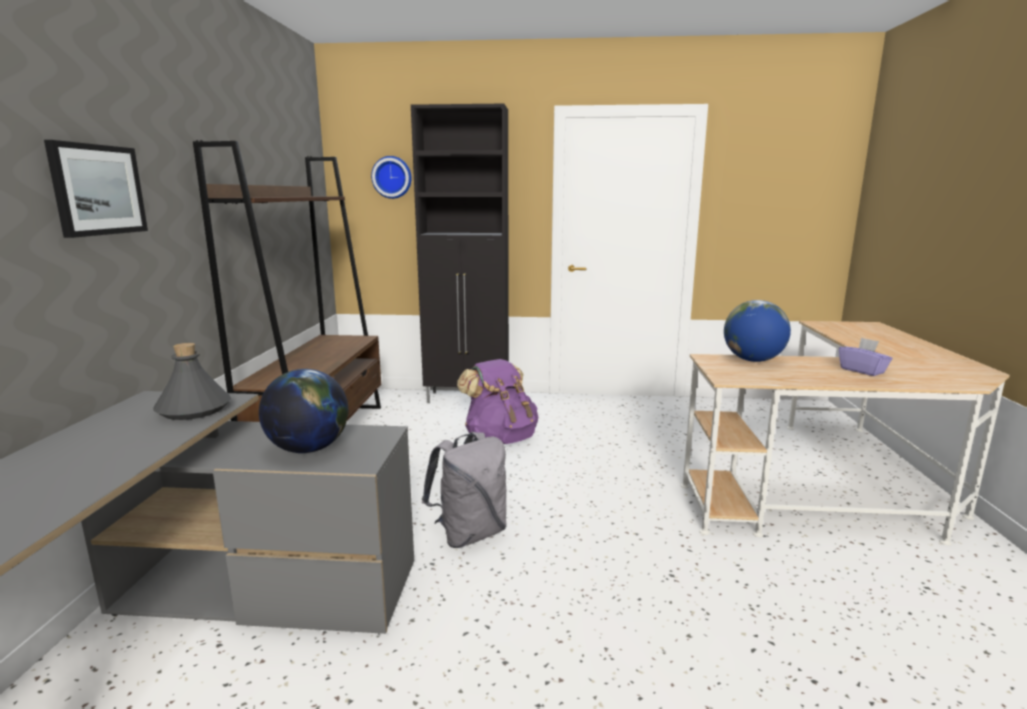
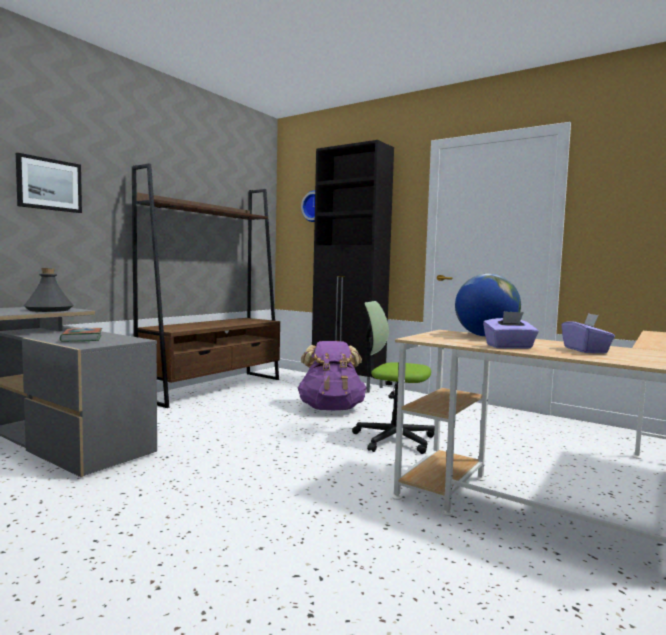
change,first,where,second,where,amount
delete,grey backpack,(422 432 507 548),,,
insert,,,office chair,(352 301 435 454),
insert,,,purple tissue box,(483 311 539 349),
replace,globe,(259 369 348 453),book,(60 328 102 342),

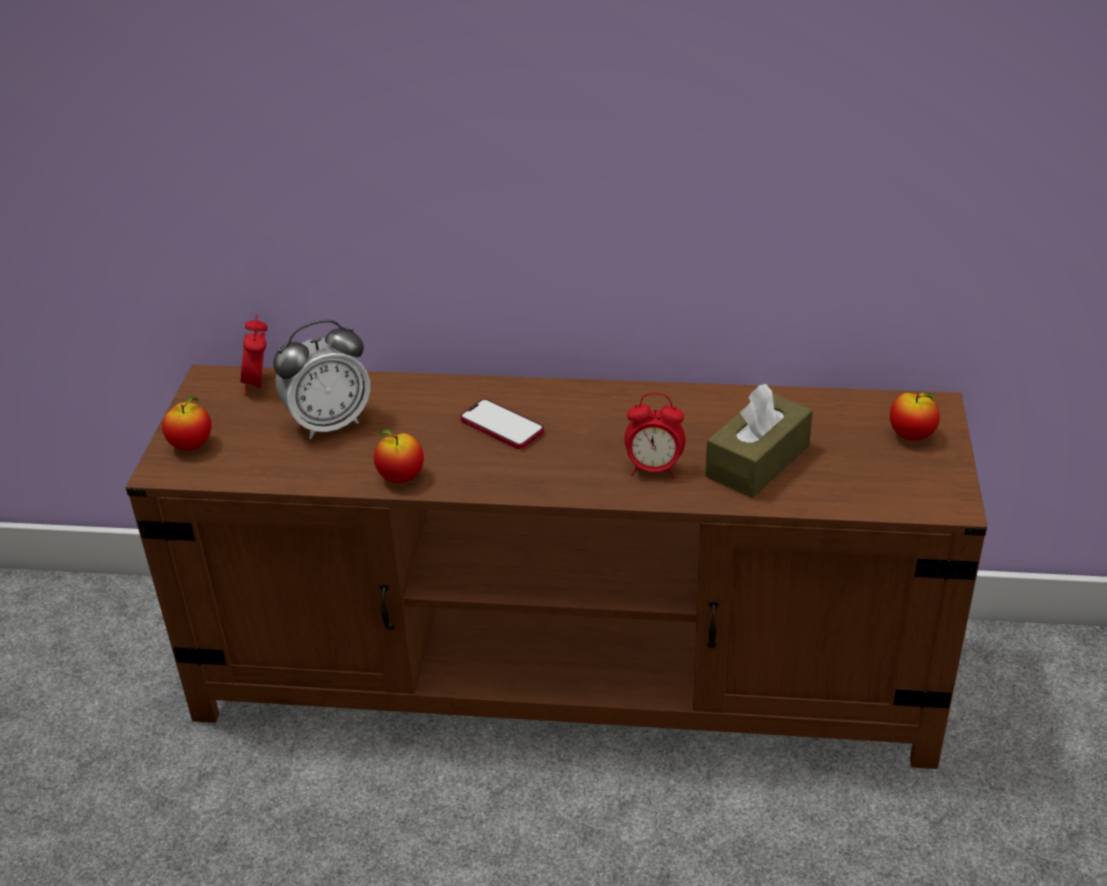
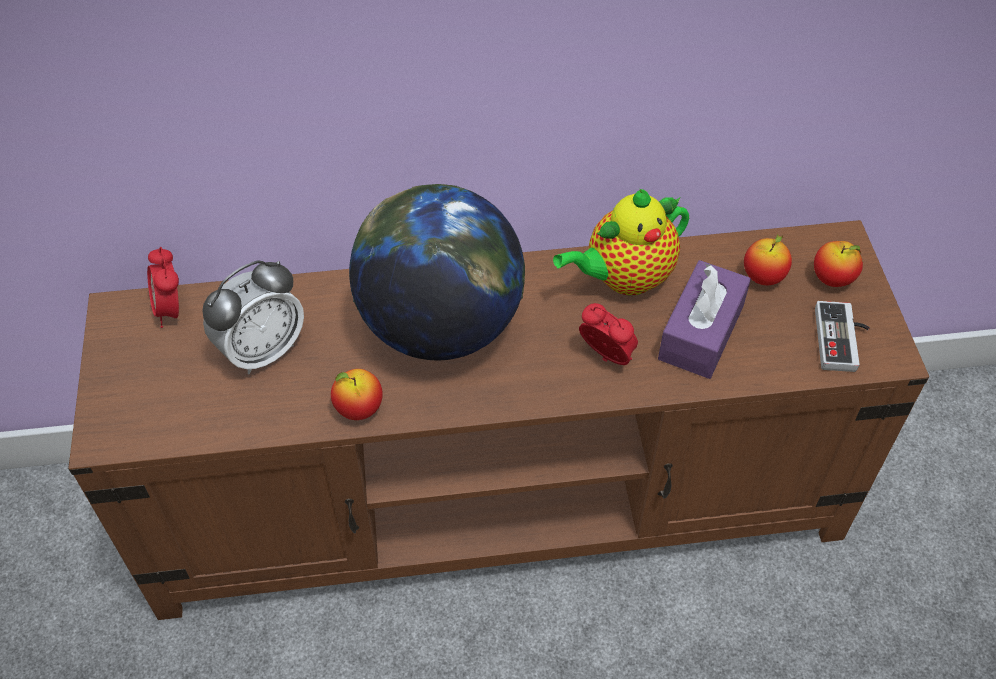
change,first,where,second,where,amount
insert,,,teapot,(553 189 689 295),
insert,,,game controller,(815 301 870 372),
move,apple,(162 396 211 451),,(744 233 792 285),
replace,phone,(460 399 544 449),globe,(349 184 525 361),
recolor,brown tissue box,(705 384 813 498),purple tissue box,(658 260 751 379),
rotate,alarm clock,(625 393 685 479),,(579 303 638 365),135 degrees counterclockwise

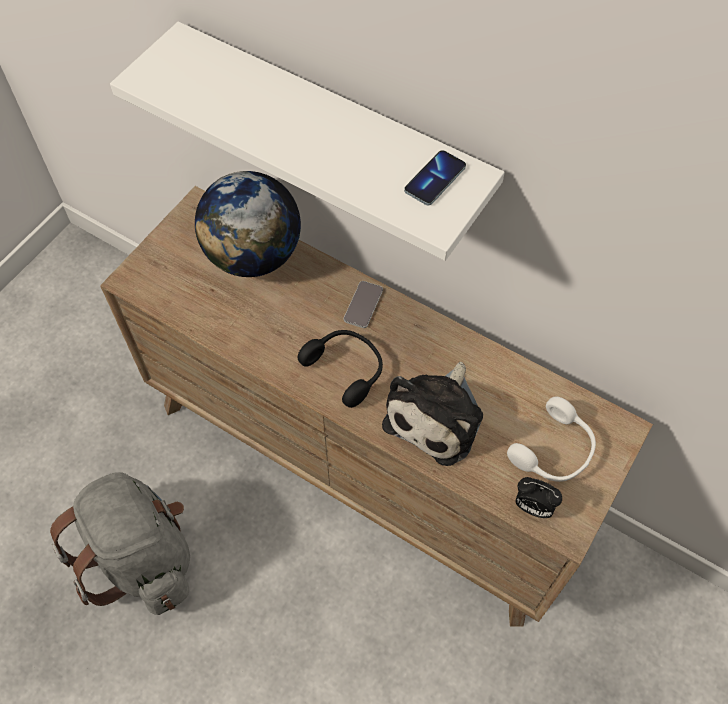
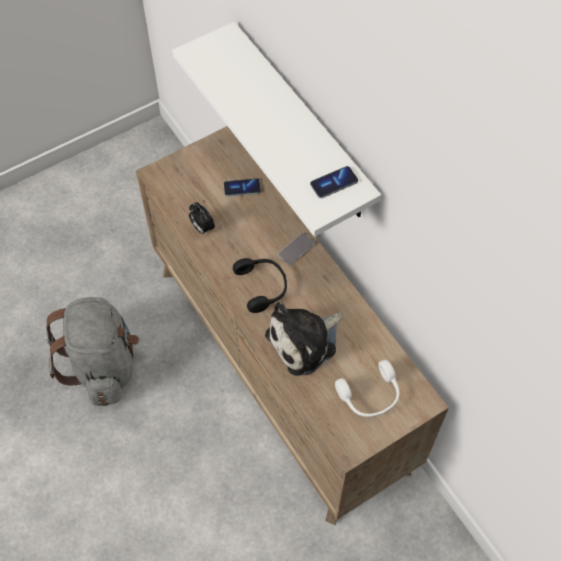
change,first,where,second,where,amount
move,alarm clock,(515 477 562 518),,(189 203 215 234),
replace,globe,(195 171 301 277),phone,(224 178 261 197),

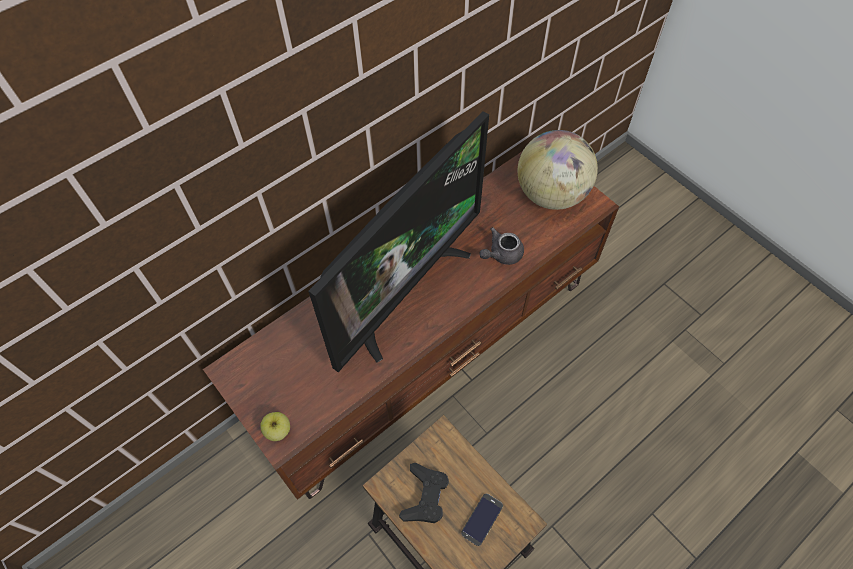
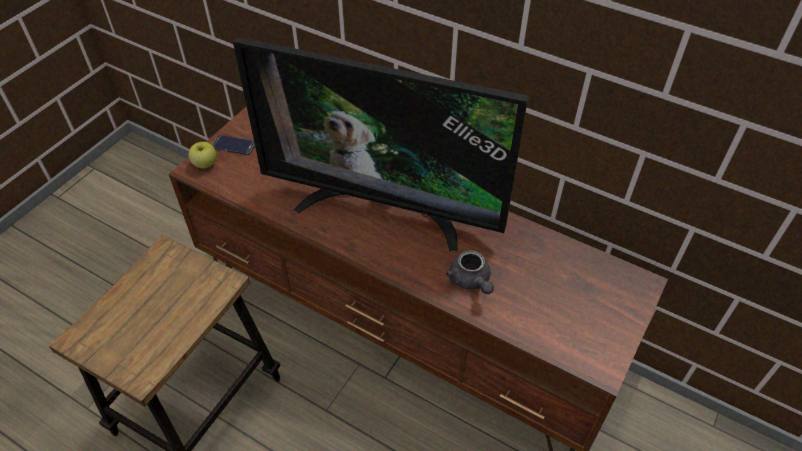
change,first,where,second,where,amount
delete,black game controller,(399 463 449 523),,,
delete,globe,(518 130 598 210),,,
move,phone,(461 494 503 546),,(212 135 255 155),
rotate,grey teapot,(479 227 524 265),,(446 250 494 294),150 degrees counterclockwise

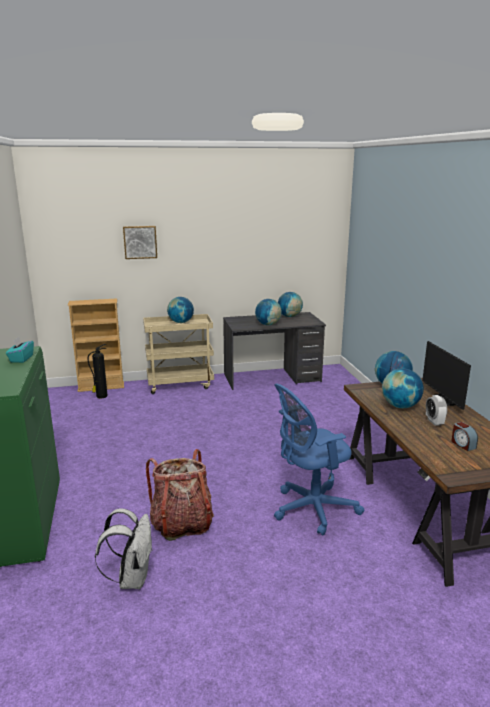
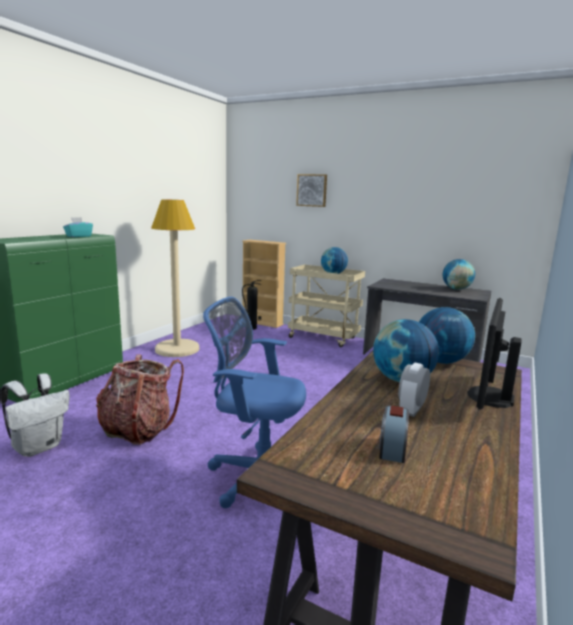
change,first,where,second,where,amount
delete,globe,(255 299 282 325),,,
insert,,,beige floor lamp,(151 199 199 357),

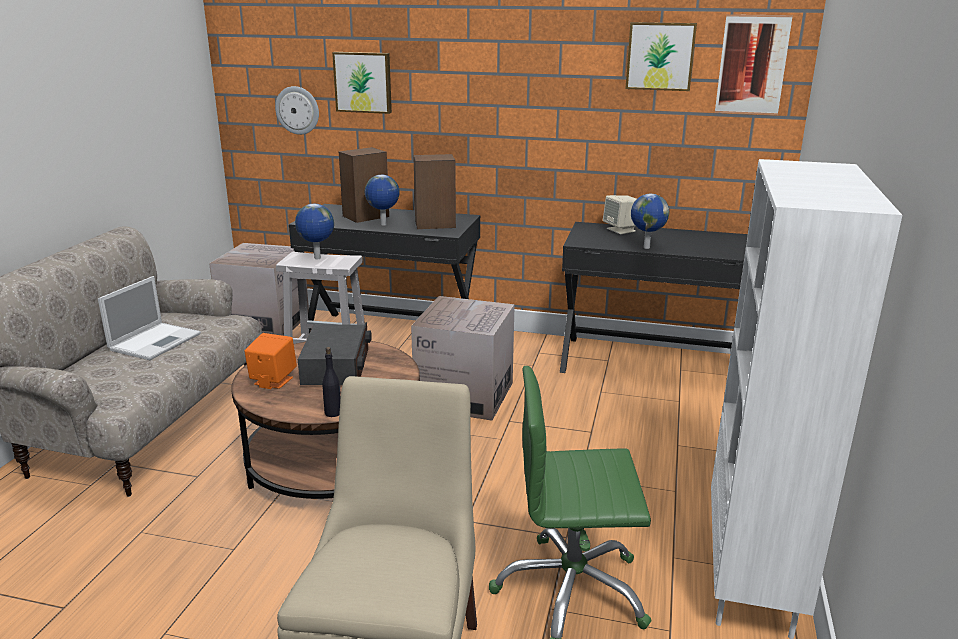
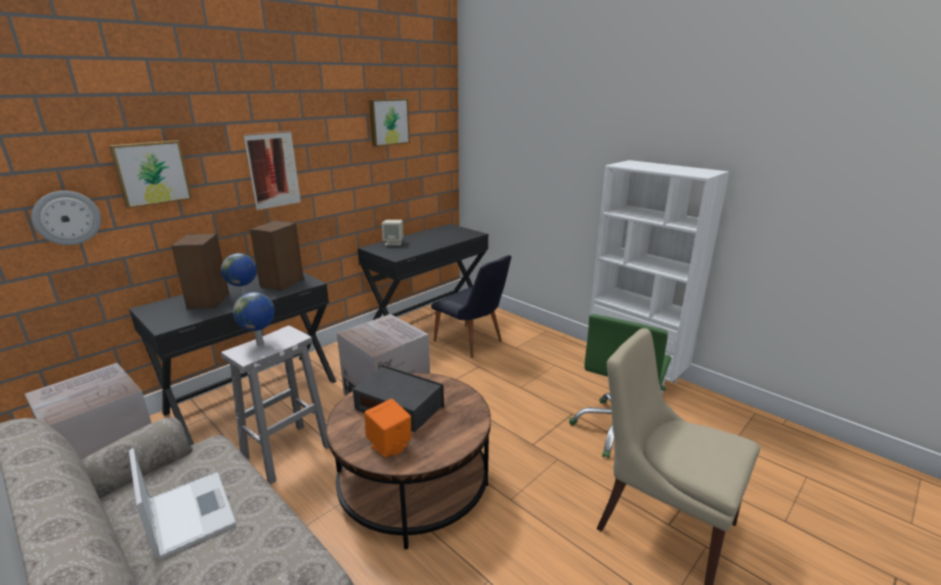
change,first,where,second,where,amount
delete,black bottle,(322 347 341 417),,,
delete,globe,(631 194 669 249),,,
insert,,,black chair,(431 255 511 358),
move,picture,(715 14 793 115),,(243 131 301 211),

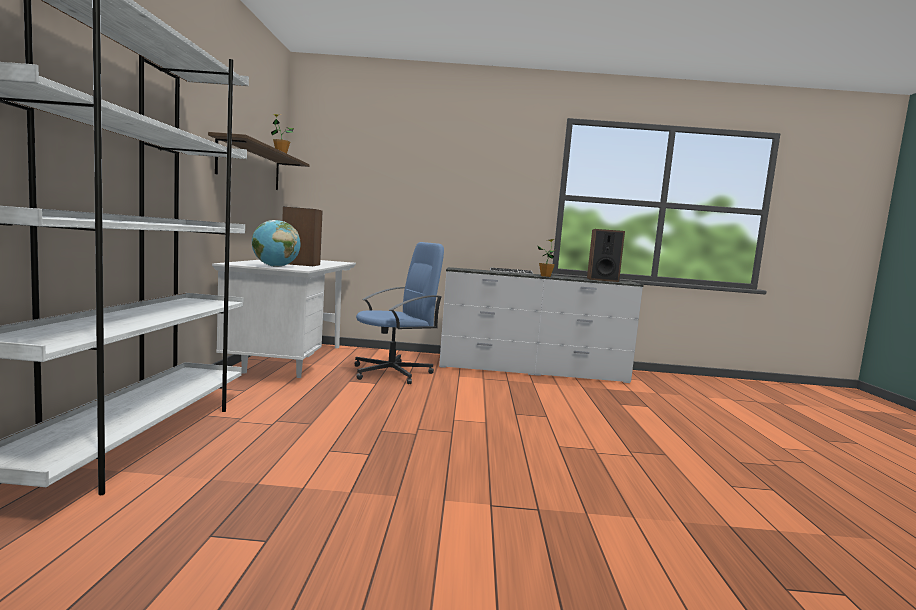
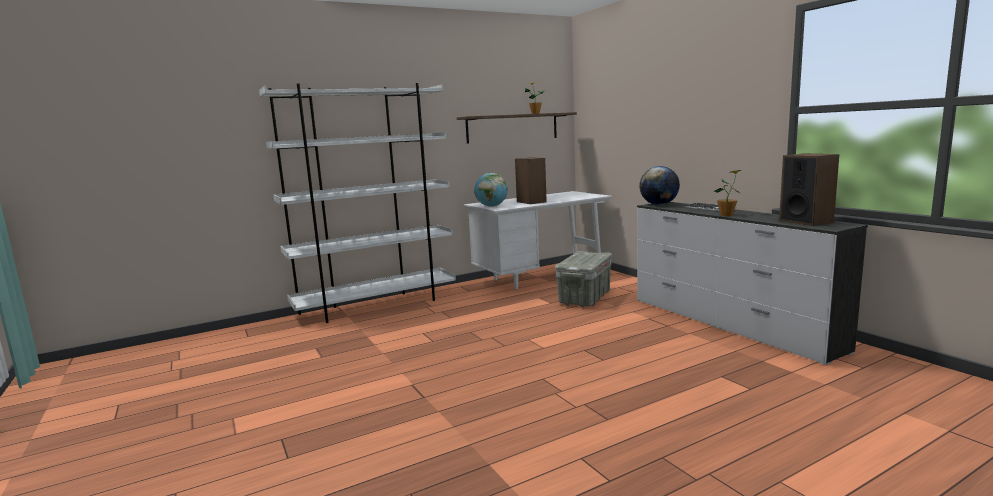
change,first,where,second,where,amount
insert,,,globe,(639 166 680 205),
replace,blue office chair,(354 242 444 384),grey storage box,(555 251 612 307),

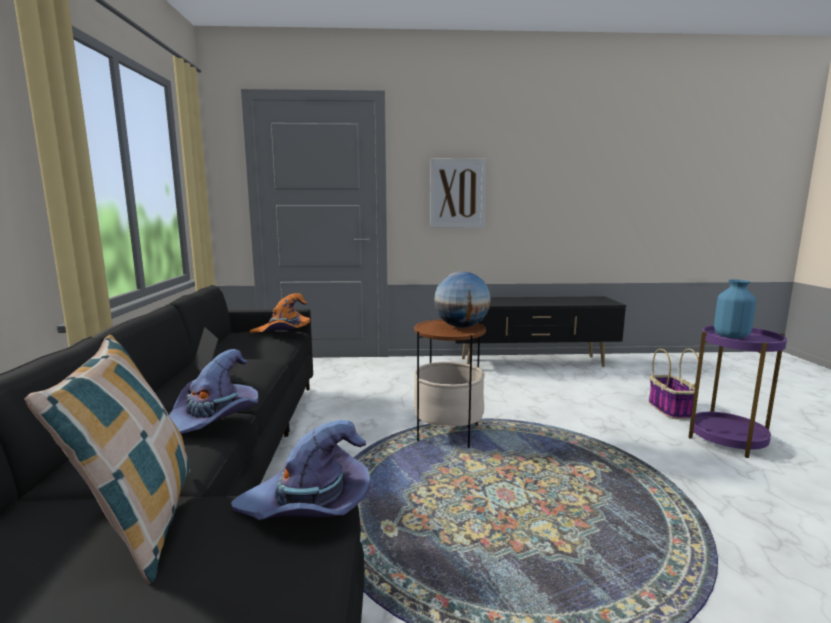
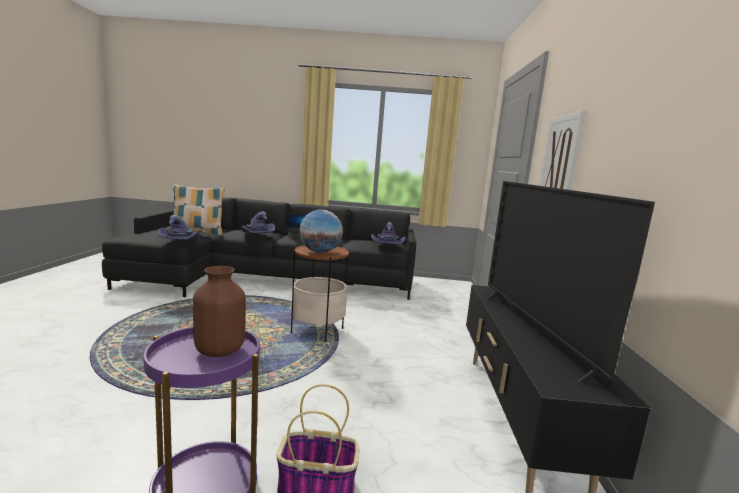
change,first,where,second,where,amount
insert,,,television,(486 181 655 383),
recolor,orange hat,(250 293 310 333),purple hat,(371 222 406 245),
recolor,blue vase,(714 279 756 338),brown vase,(193 266 246 357),

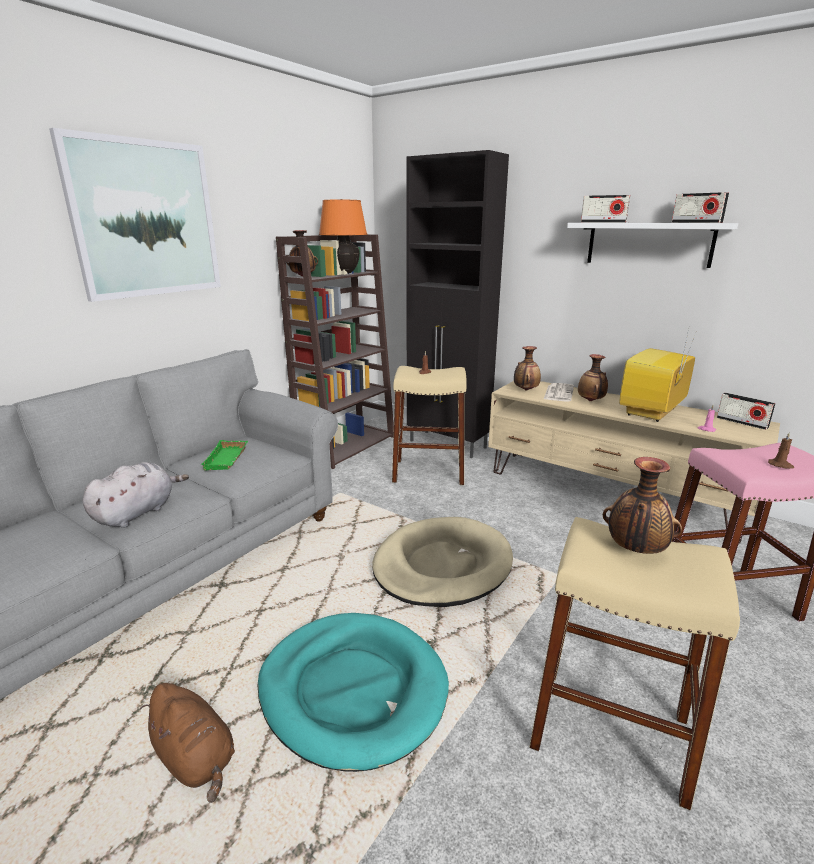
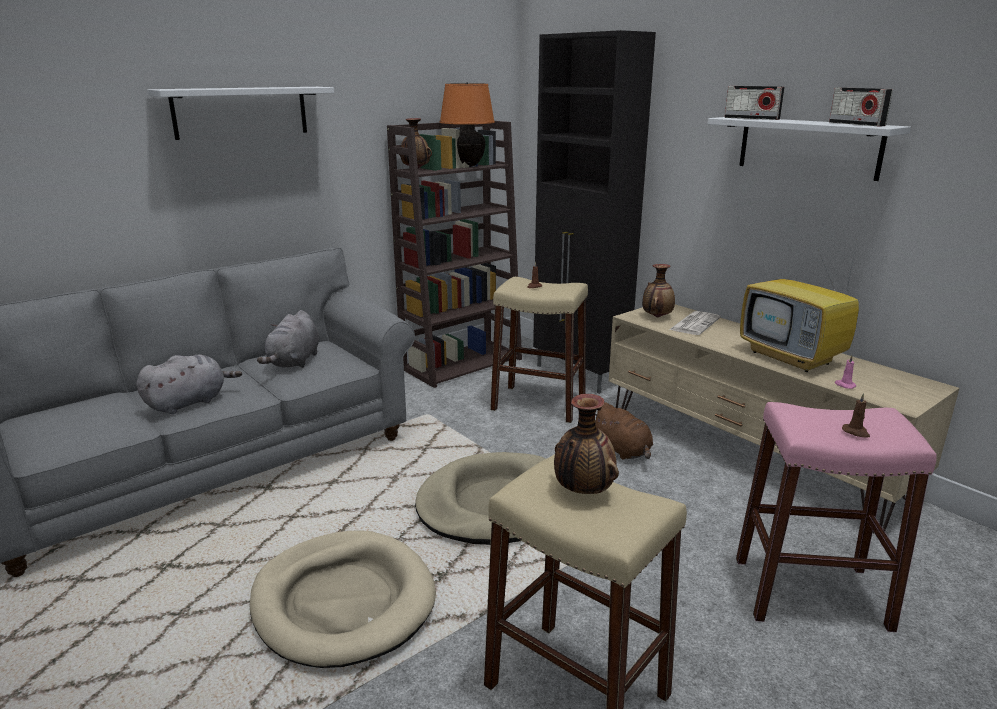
change,first,where,second,where,amount
delete,vase,(578 354 608 401),,,
delete,radio,(717 393 776 430),,,
move,brown plush toy,(140 683 235 803),,(595 402 653 460),
replace,picture,(49 128 221 302),white shelf,(148 87 334 140),
replace,green tray,(200 440 248 471),grey plush toy,(257 310 319 368),
recolor,turquoise dog bed,(258 613 449 772),beige dog bed,(250 530 436 668),
rotate,television,(619 329 696 422),,(740 241 859 372),90 degrees counterclockwise

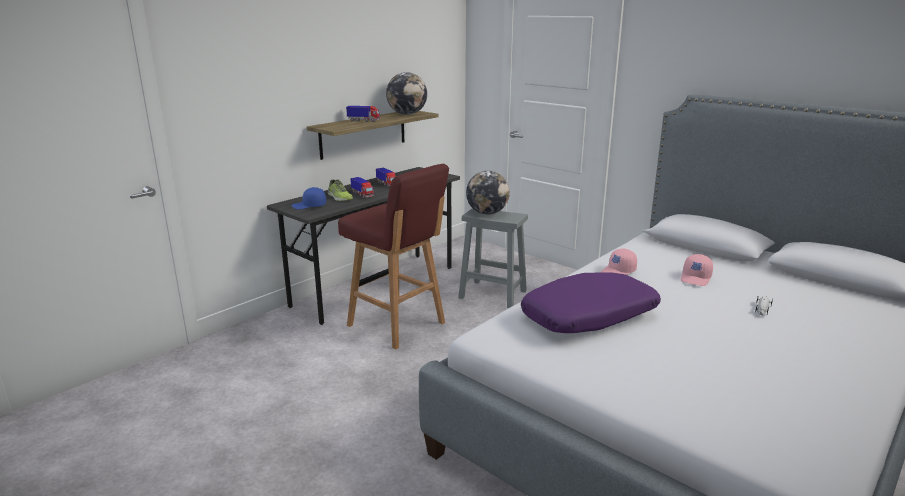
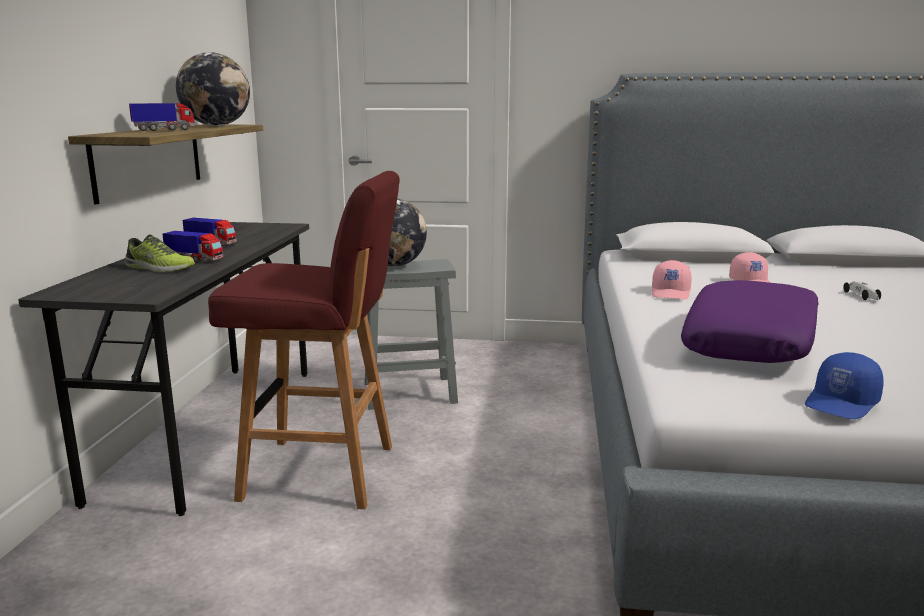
change,first,where,second,where,amount
move,blue cap,(292 187 326 210),,(805 352 884 420),

